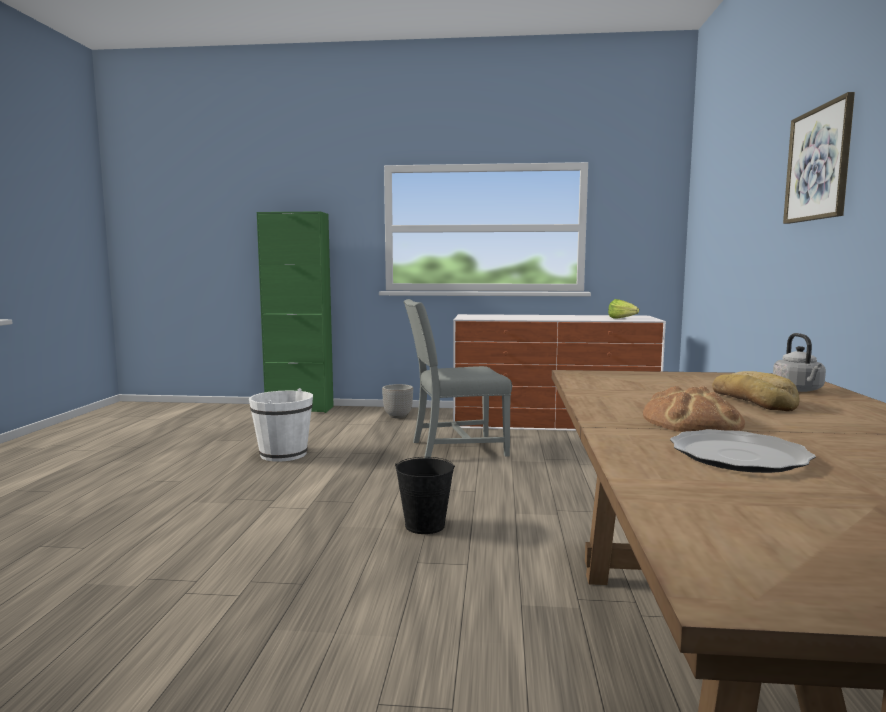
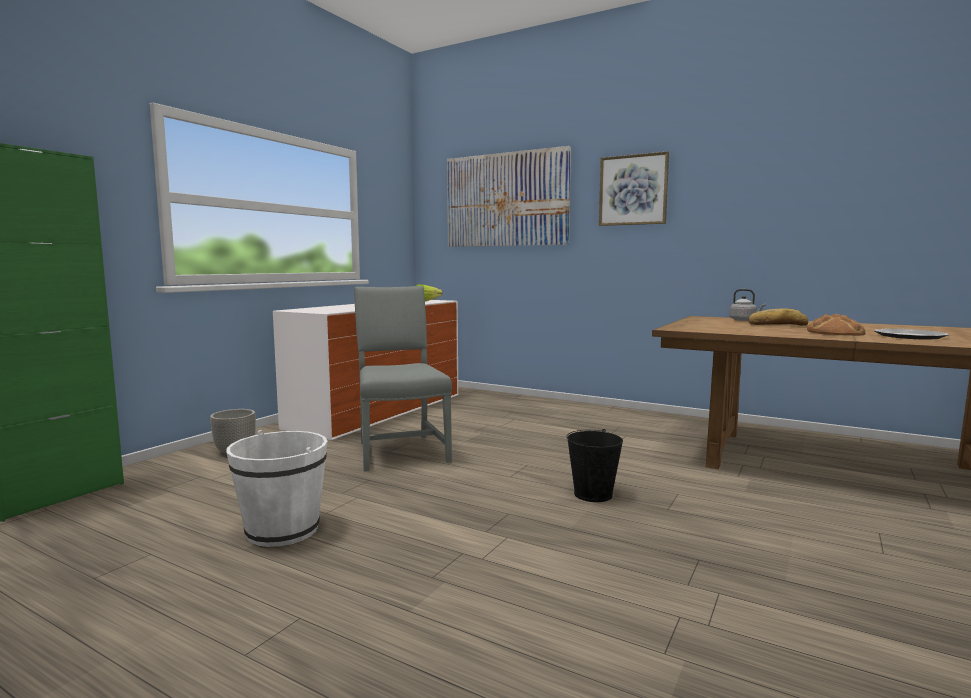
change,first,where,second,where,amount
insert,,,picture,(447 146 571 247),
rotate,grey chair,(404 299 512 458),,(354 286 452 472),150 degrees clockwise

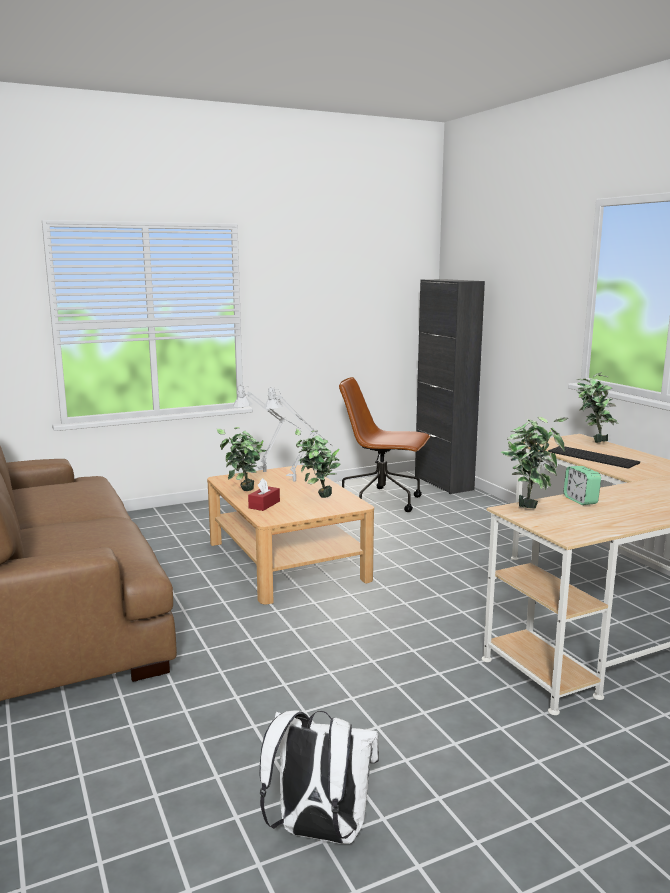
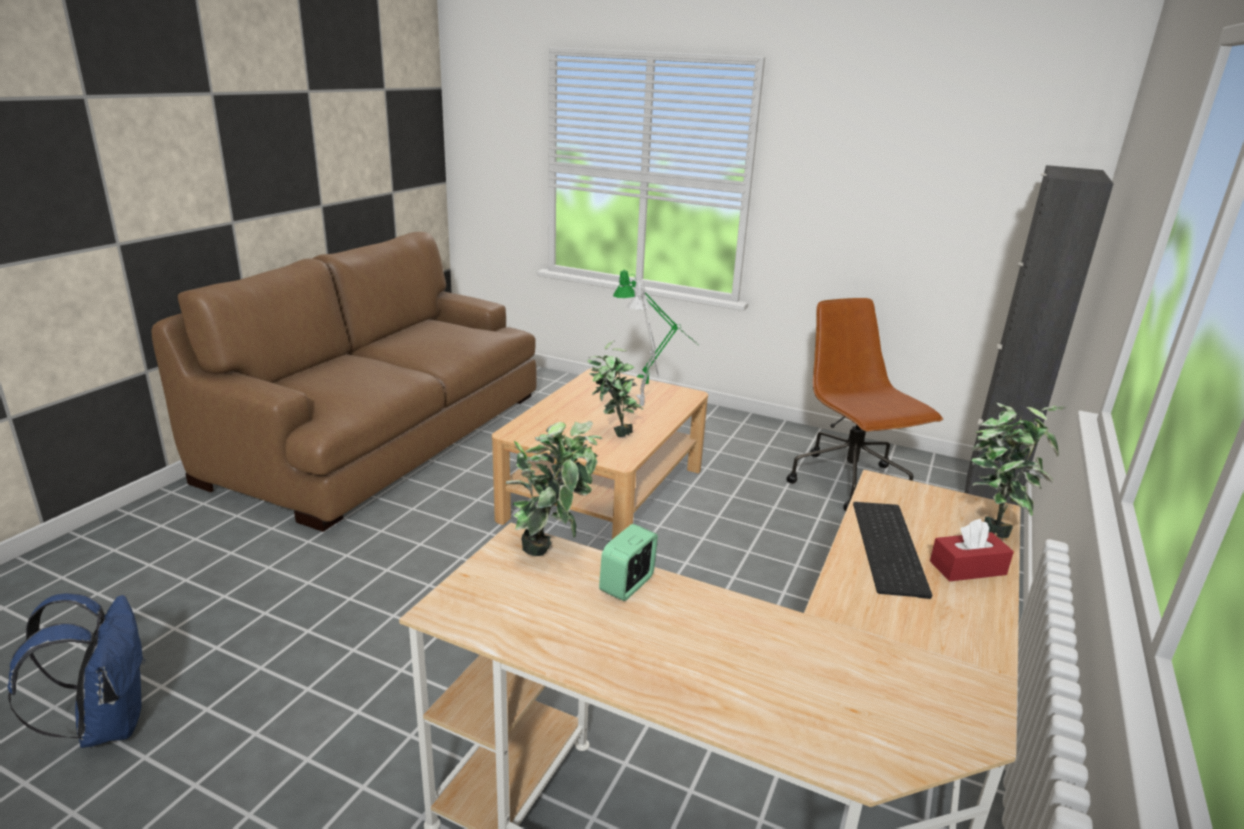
change,first,where,second,where,amount
delete,potted plant,(217 427 267 491),,,
move,red tissue box,(248 478 280 511),,(930 519 1014 581),
recolor,grey table lamp,(233 385 301 472),green table lamp,(613 270 699 384),
recolor,white backpack,(259 710 379 844),blue backpack,(7 593 146 748),

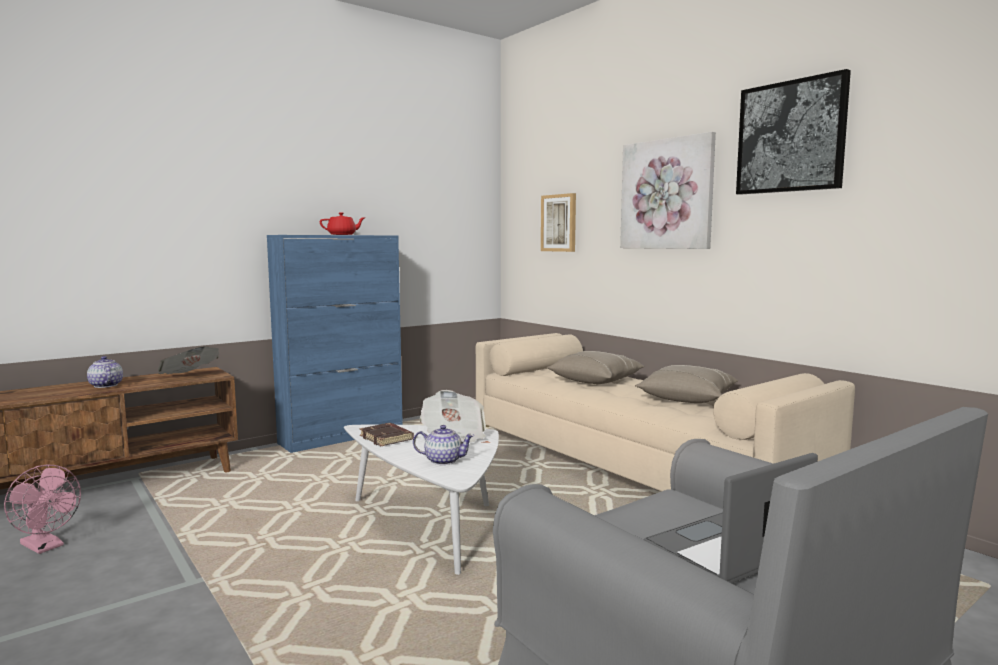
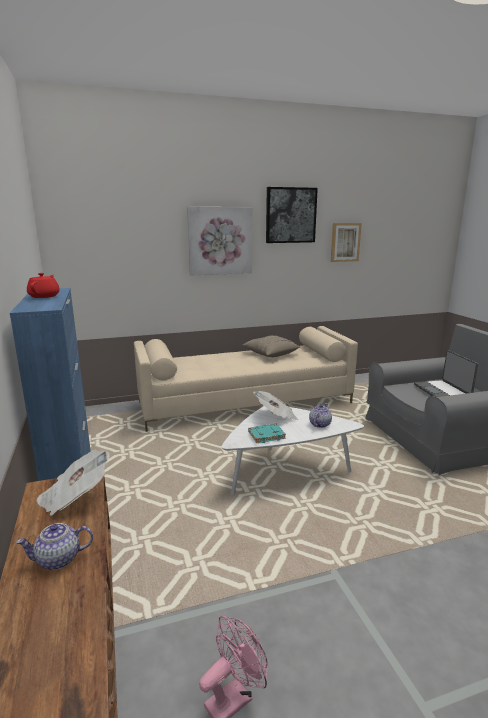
change,first,where,second,where,amount
delete,beige pillow,(547 351 645 384),,,
move,picture,(541 193 576 252),,(331 223 362 262),
recolor,brown book,(360 423 414 446),turquoise book,(248 424 286 443),

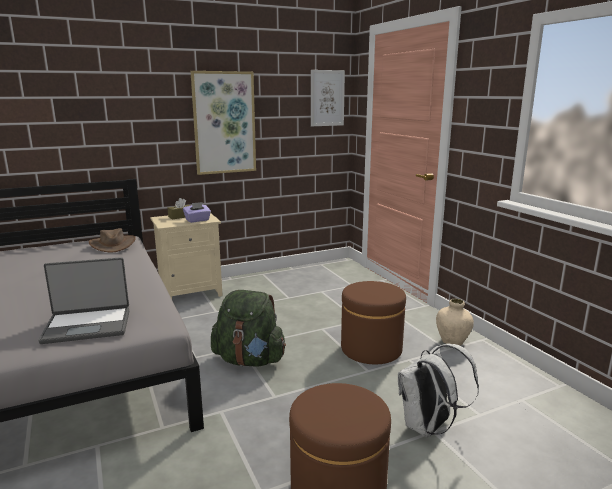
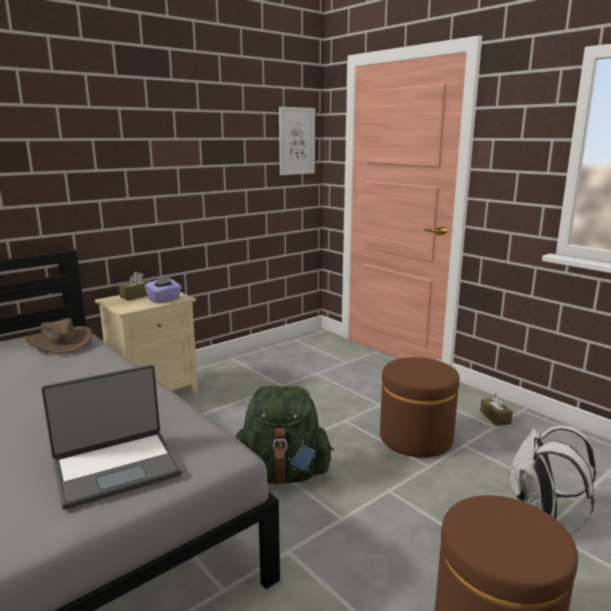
change,first,where,second,where,amount
delete,picture,(190 71 256 175),,,
replace,beige vase,(436 299 474 346),brown tissue box,(480 393 513 426),

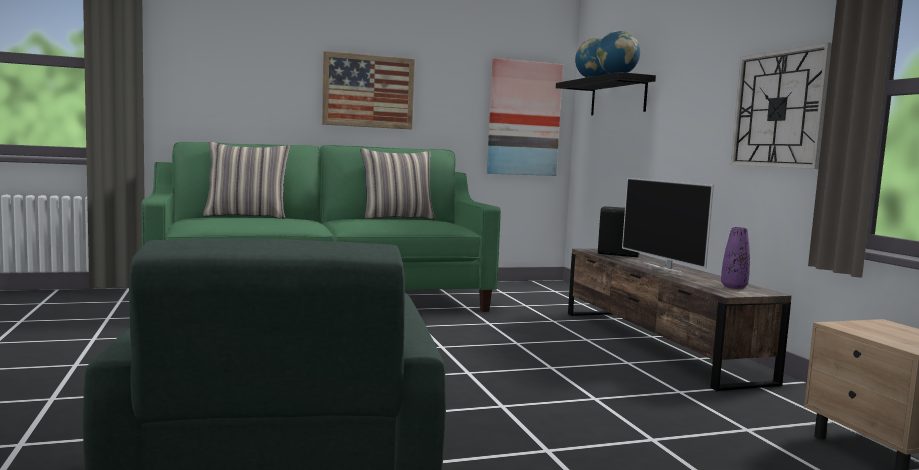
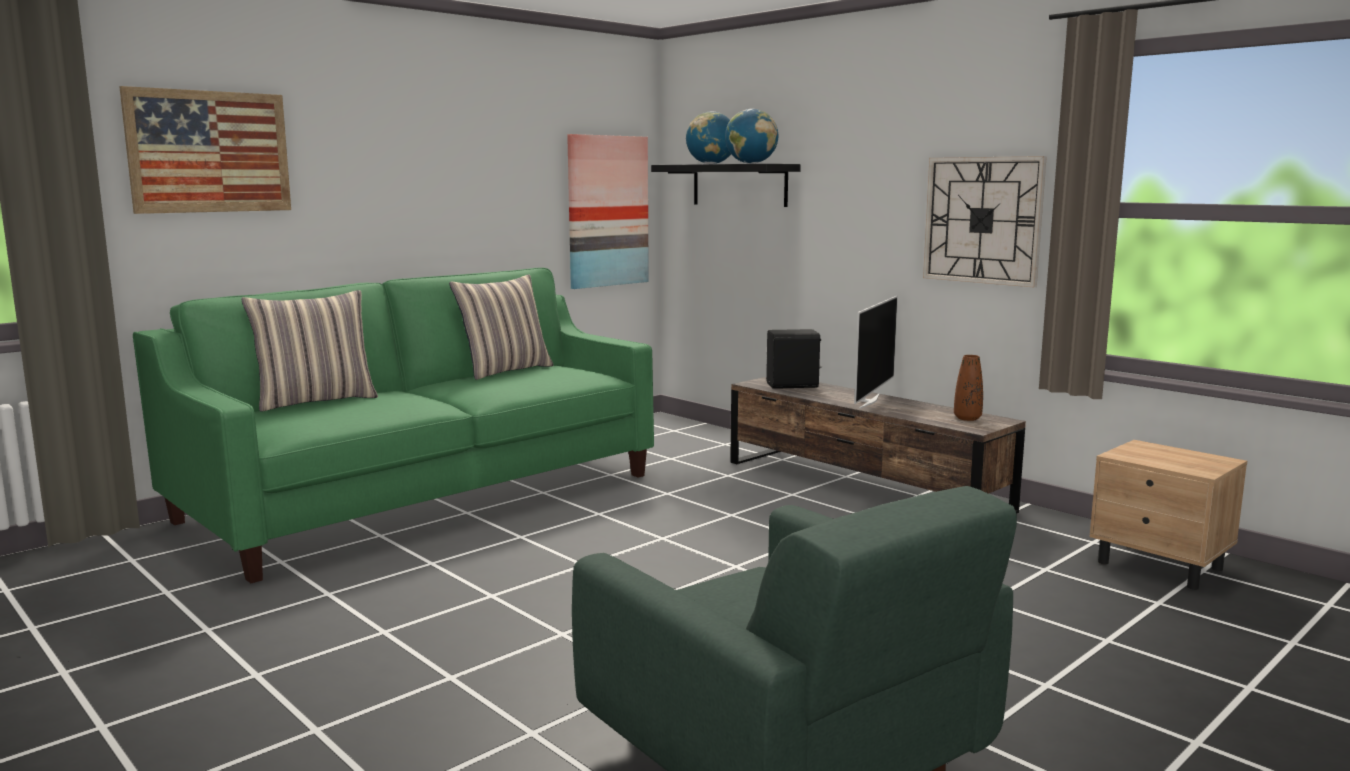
change,first,where,second,where,amount
move,picture,(322 51 415 129),,(119 86 291 214),
recolor,purple vase,(721 227 750 289),brown vase,(954 355 983 421),
rotate,television,(622 178 714 274),,(854 296 898 409),105 degrees counterclockwise

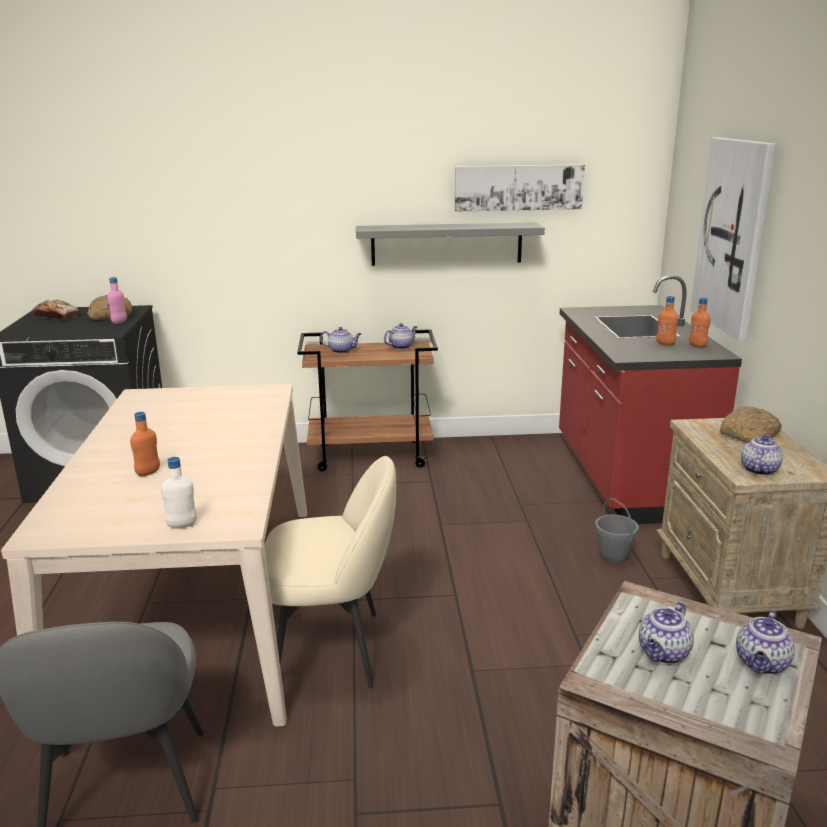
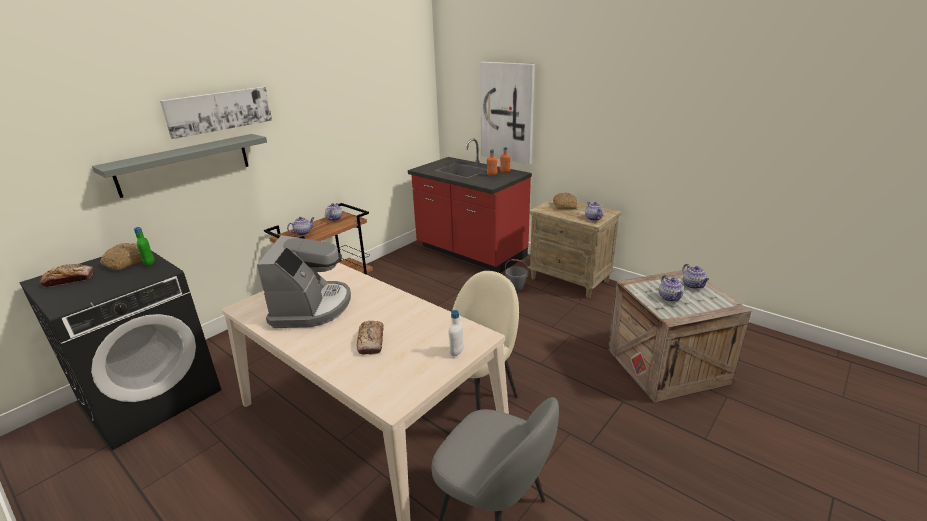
change,first,where,second,where,amount
insert,,,coffee machine,(257 235 351 328),
move,grey shelf,(356 222 545 266),,(92 134 267 198),
move,picture,(455 164 585 212),,(160 87 272 139),
replace,orange bottle,(130 412 160 476),bread,(357 321 384 355),
recolor,pink bottle,(108 277 127 324),green bottle,(134 227 154 266),

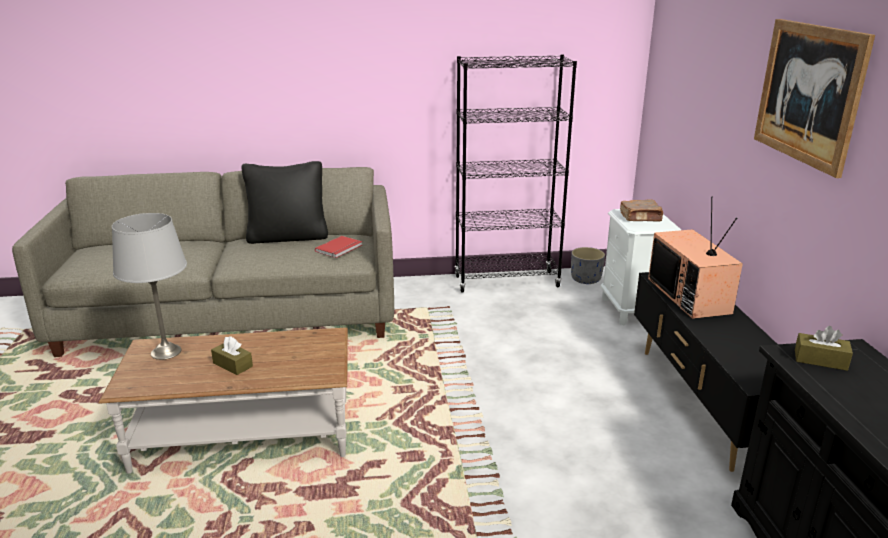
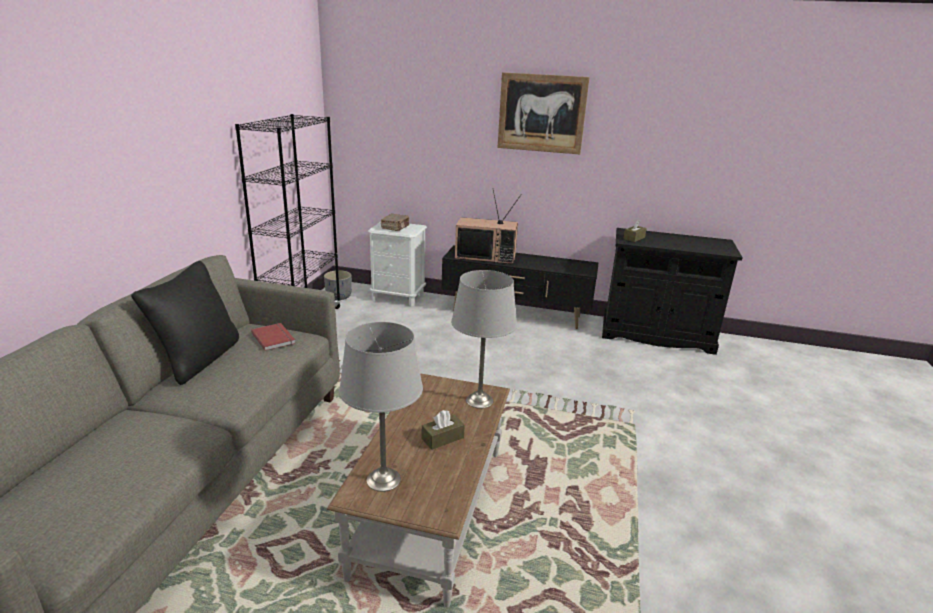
change,first,where,second,where,amount
insert,,,grey table lamp,(451 270 517 409),

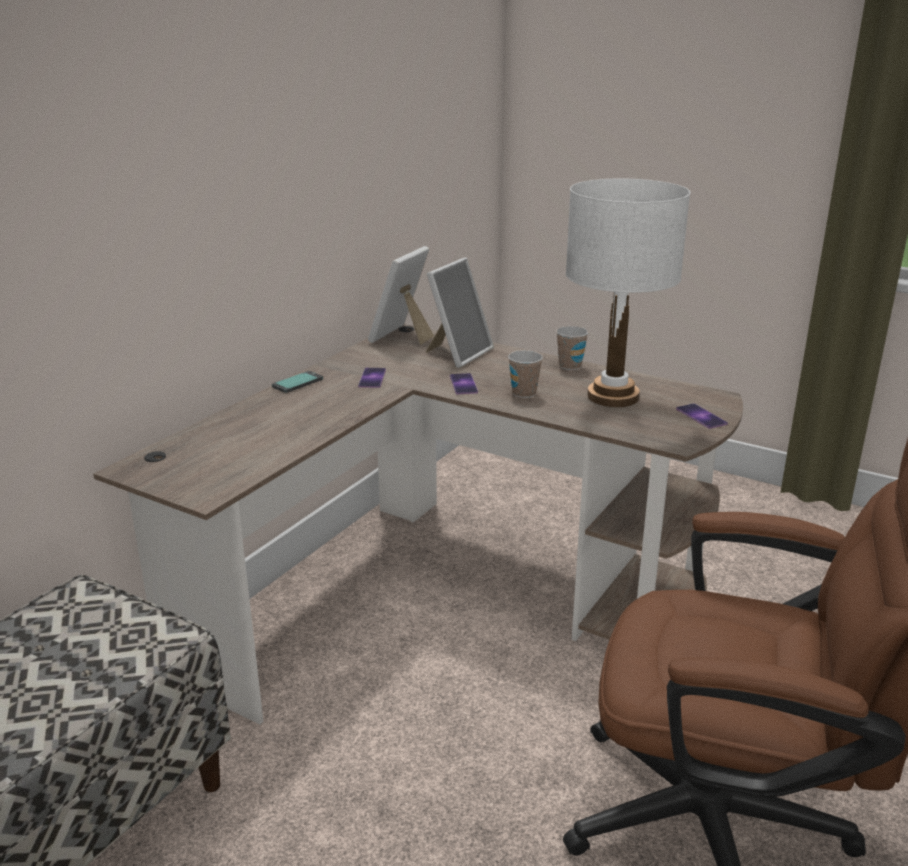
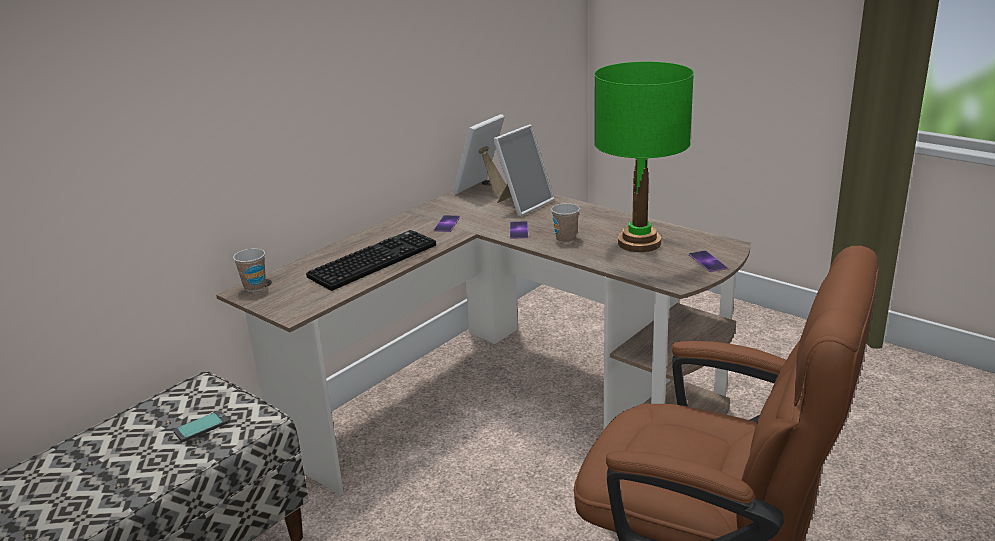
change,first,where,second,where,amount
insert,,,keyboard,(306 230 436 291),
move,phone,(272 371 323 393),,(173 410 229 442),
move,cup,(556 326 589 370),,(233 249 266 292),
recolor,white table lamp,(566 179 691 407),green table lamp,(594 62 694 252),

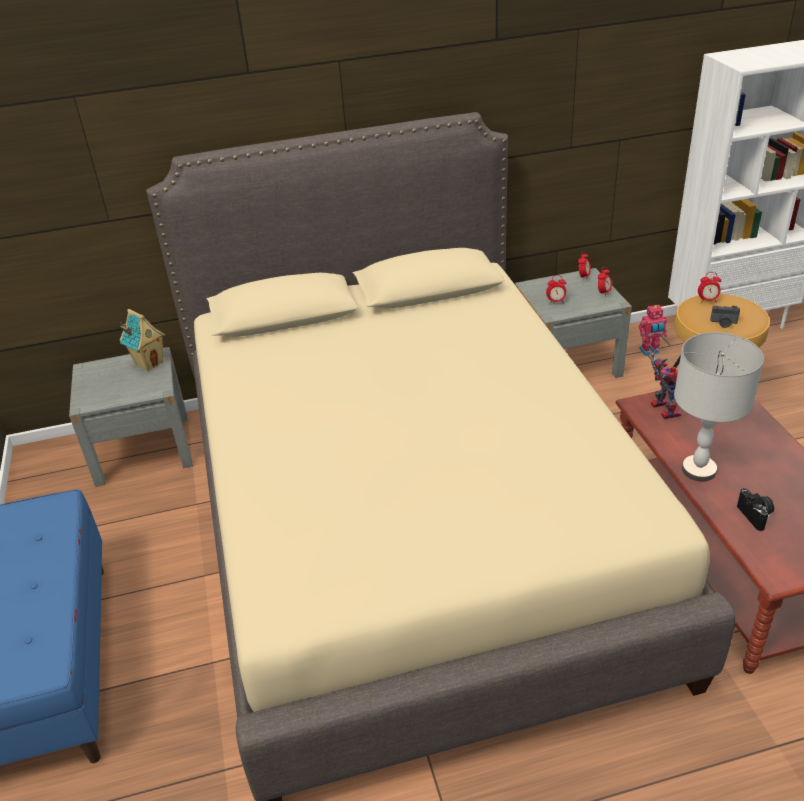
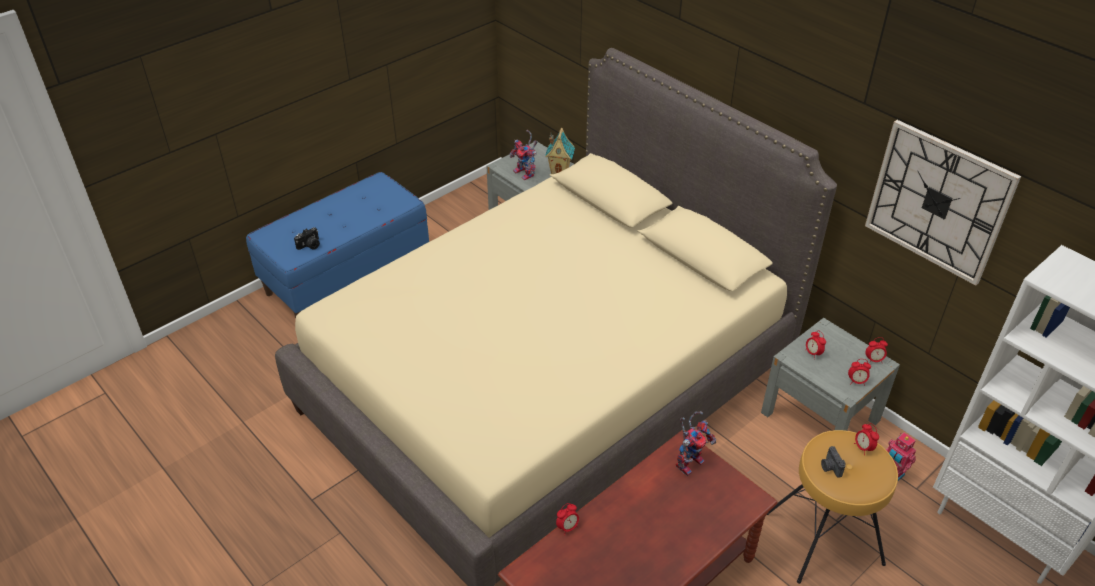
change,first,where,second,where,amount
delete,grey table lamp,(674 332 764 482),,,
insert,,,toy robot,(510 130 538 180),
insert,,,alarm clock,(556 503 579 535),
insert,,,wall clock,(865 120 1021 286),
move,photo camera,(737 488 774 531),,(294 227 320 250),

